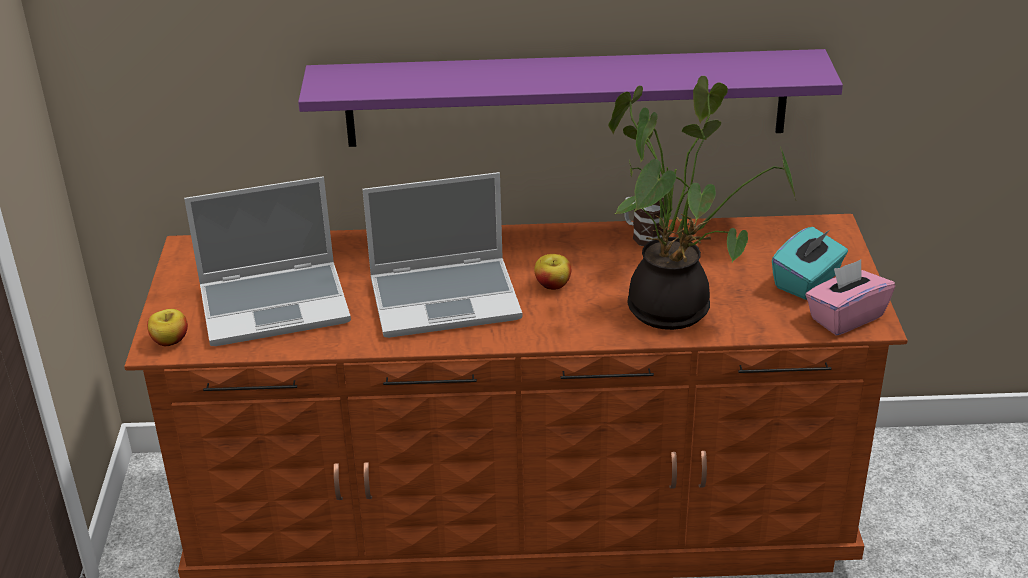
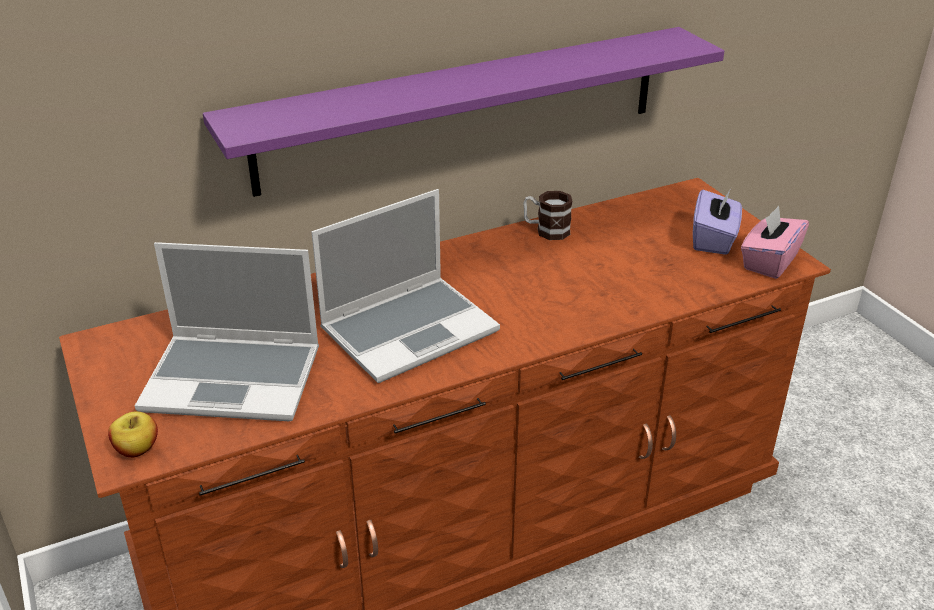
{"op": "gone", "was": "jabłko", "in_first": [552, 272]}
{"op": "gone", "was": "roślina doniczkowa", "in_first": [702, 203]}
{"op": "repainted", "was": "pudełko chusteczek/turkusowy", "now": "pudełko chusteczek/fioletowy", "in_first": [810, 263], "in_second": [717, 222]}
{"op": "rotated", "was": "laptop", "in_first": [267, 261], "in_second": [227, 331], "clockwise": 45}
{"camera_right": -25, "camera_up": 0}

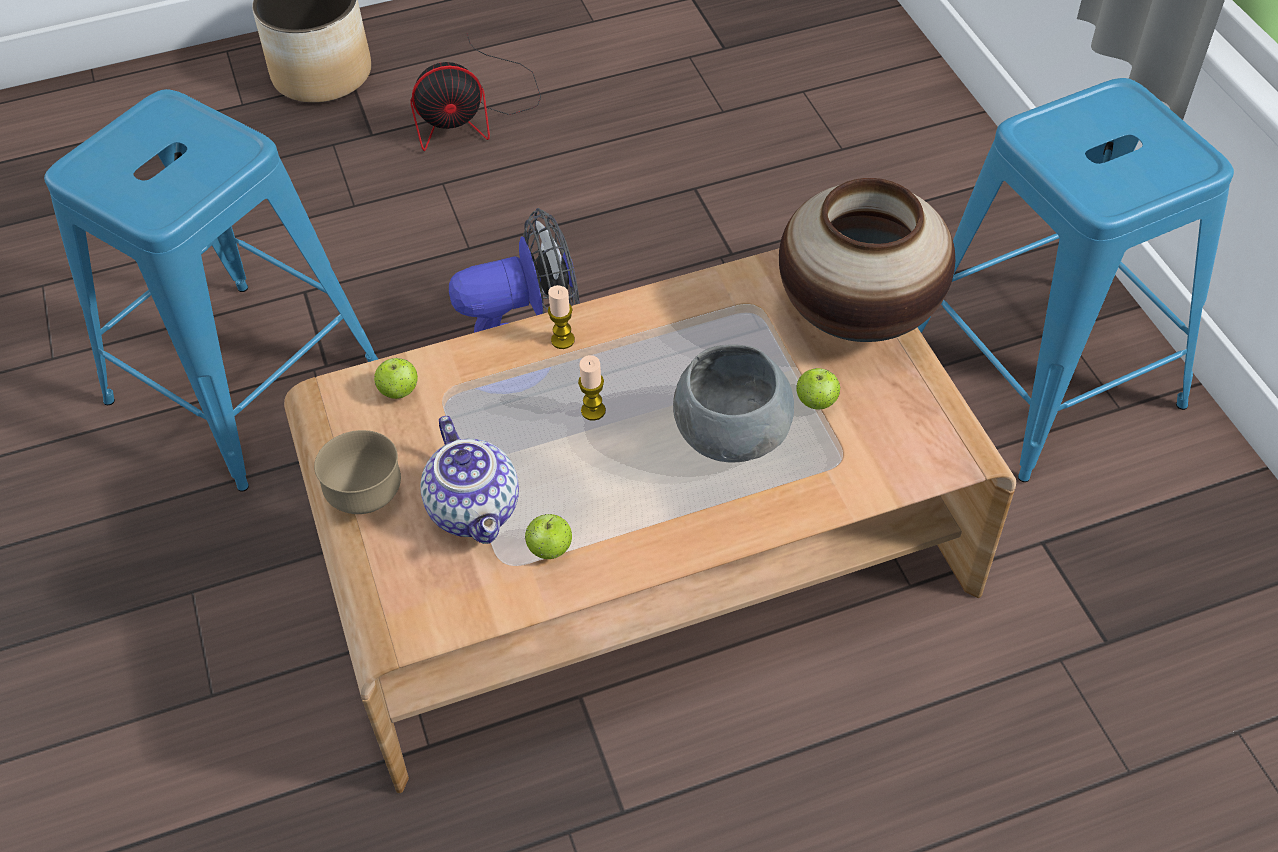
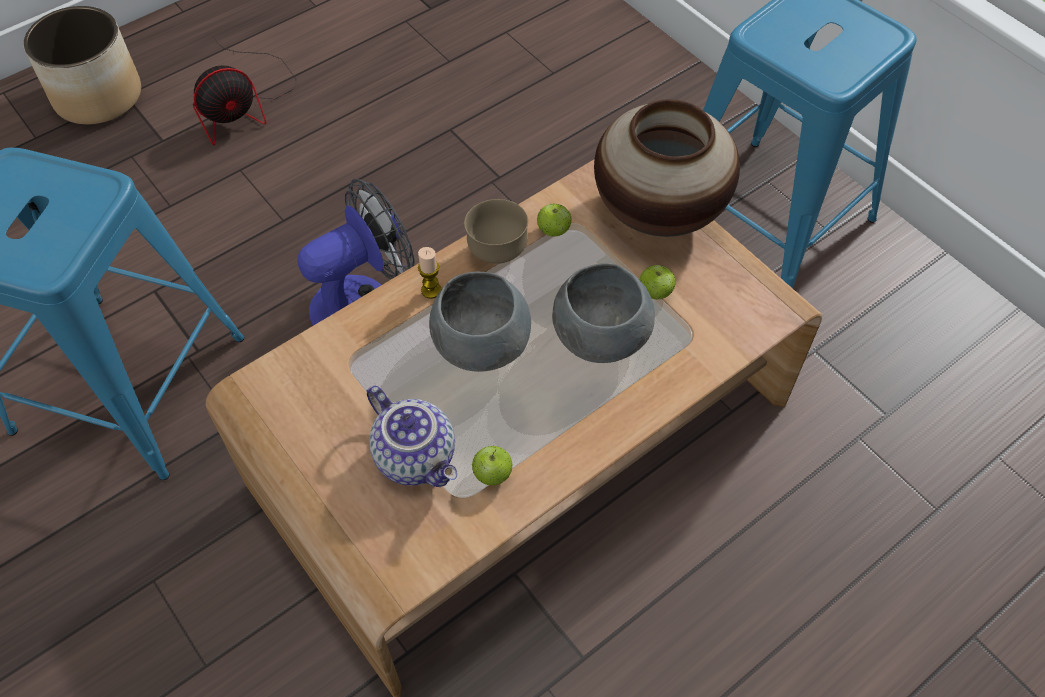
{"op": "shifted", "was": "miska/brązowy", "in_first": [357, 472], "in_second": [496, 231]}
{"op": "shifted", "was": "jabłko", "in_first": [396, 378], "in_second": [554, 220]}
{"op": "swapped", "was": "świeca", "now": "miska/szary", "in_first": [592, 388], "in_second": [480, 322]}
{"camera_right": -20, "camera_up": 5}

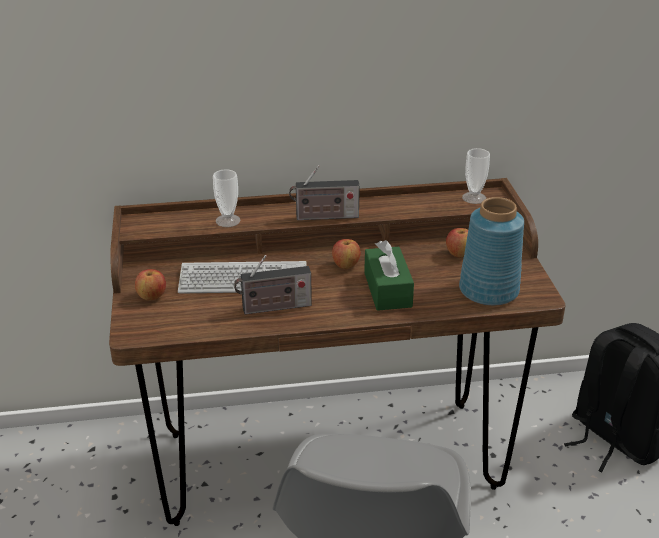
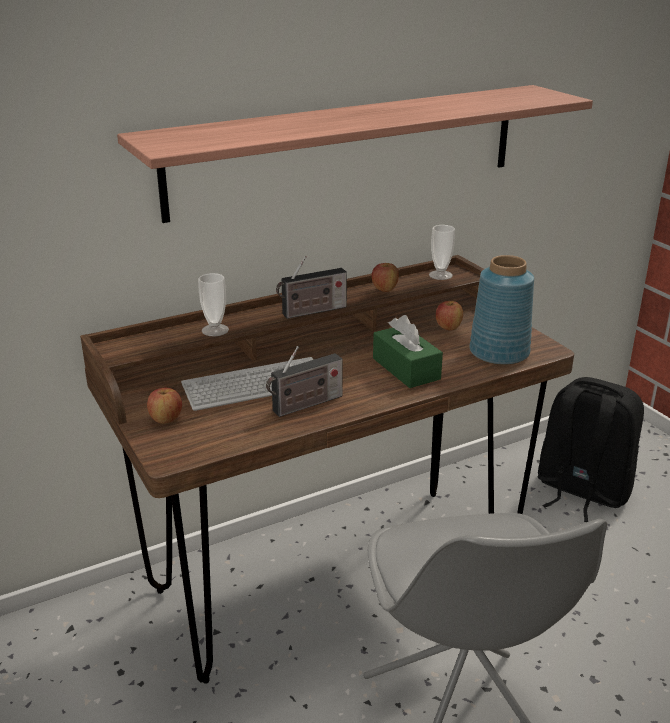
{"op": "new", "now": "półka", "in_second": [355, 154]}
{"op": "shifted", "was": "jabłko", "in_first": [346, 254], "in_second": [385, 277]}
{"camera_right": -20, "camera_up": -5}

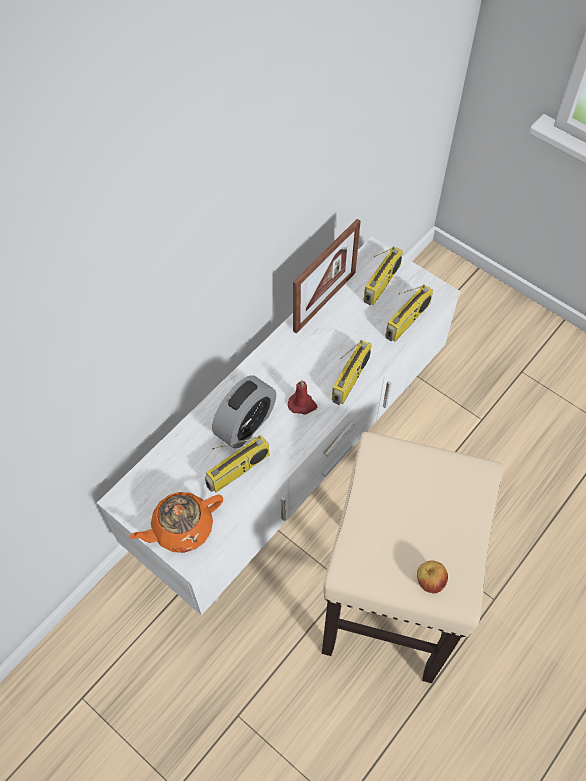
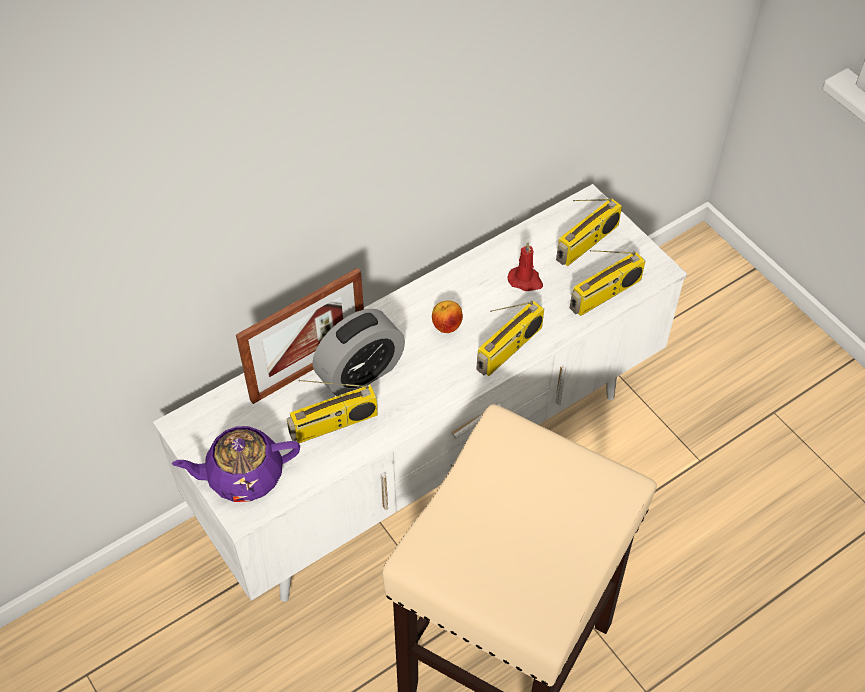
{"op": "shifted", "was": "świeca/czerwony", "in_first": [302, 397], "in_second": [525, 266]}
{"op": "shifted", "was": "ramka na zdjęcie", "in_first": [327, 276], "in_second": [300, 336]}
{"op": "shifted", "was": "jabłko", "in_first": [432, 576], "in_second": [447, 316]}
{"op": "repainted", "was": "imbryk/pomarańczowy", "now": "imbryk/fioletowy", "in_first": [176, 522], "in_second": [236, 464]}
{"camera_right": 15, "camera_up": -5}

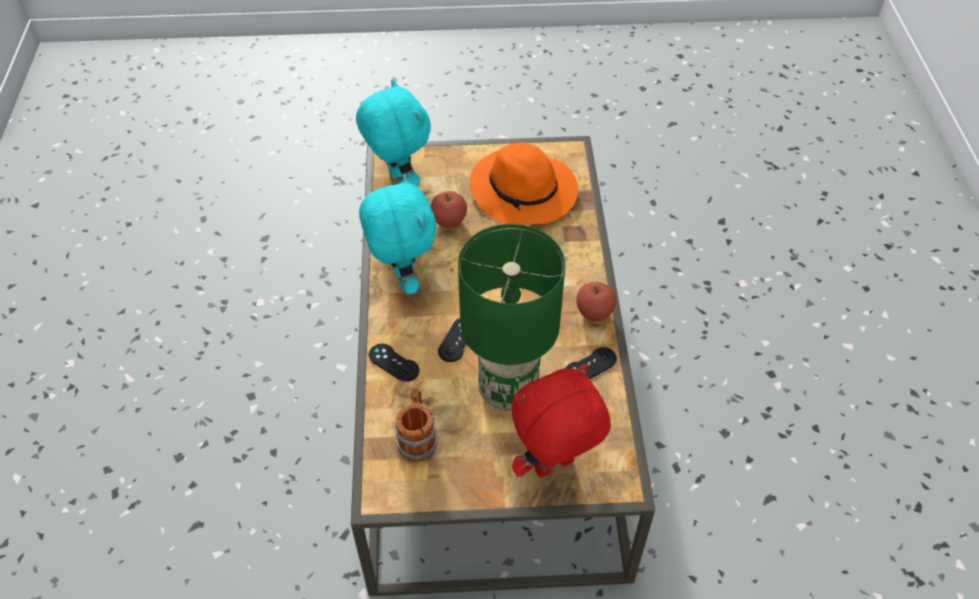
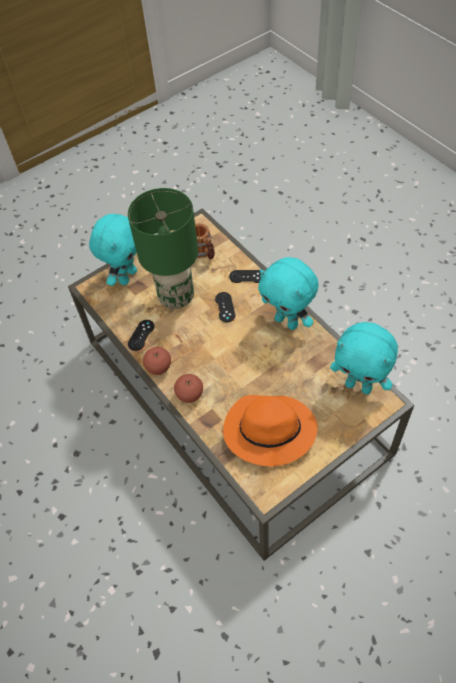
{"op": "shifted", "was": "jabłko", "in_first": [449, 209], "in_second": [188, 388]}
{"op": "repainted", "was": "pluszak/czerwony", "now": "pluszak/turkusowy", "in_first": [561, 421], "in_second": [113, 250]}
{"camera_right": 150, "camera_up": 5}

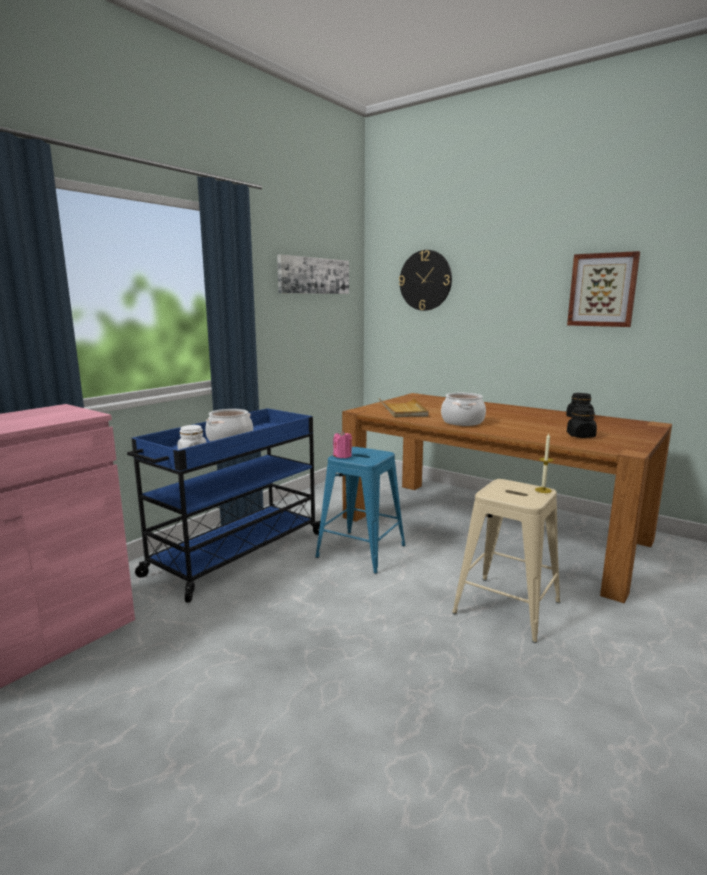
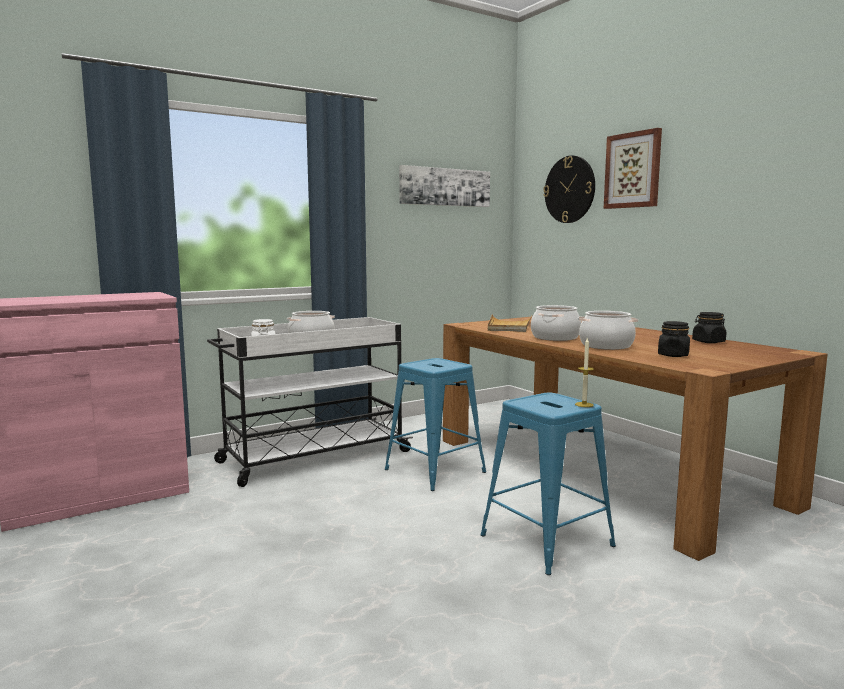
{"op": "gone", "was": "świeca/różowy", "in_first": [342, 444]}
{"op": "new", "now": "garnek", "in_second": [608, 330]}
{"op": "shifted", "was": "obraz", "in_first": [603, 289], "in_second": [633, 168]}
{"op": "repainted", "was": "wózek/niebieski", "now": "wózek/biały", "in_first": [224, 505], "in_second": [310, 402]}
{"op": "repainted", "was": "stołek/beżowy", "now": "stołek/niebieski", "in_first": [506, 561], "in_second": [548, 483]}
{"camera_right": 20, "camera_up": -5}

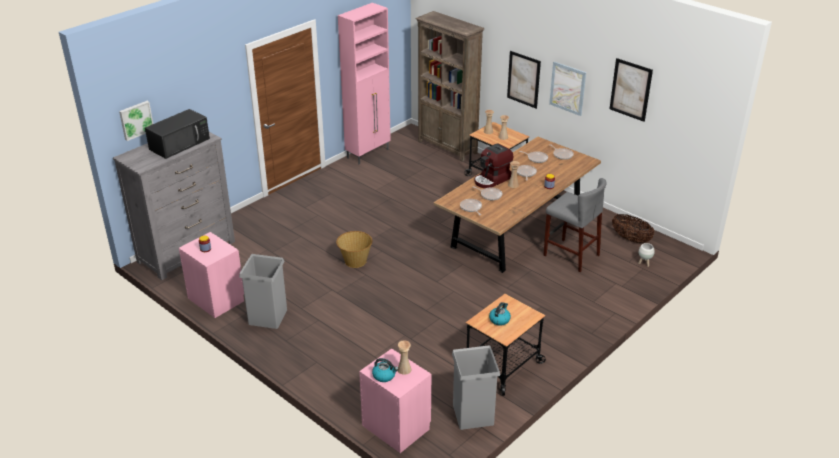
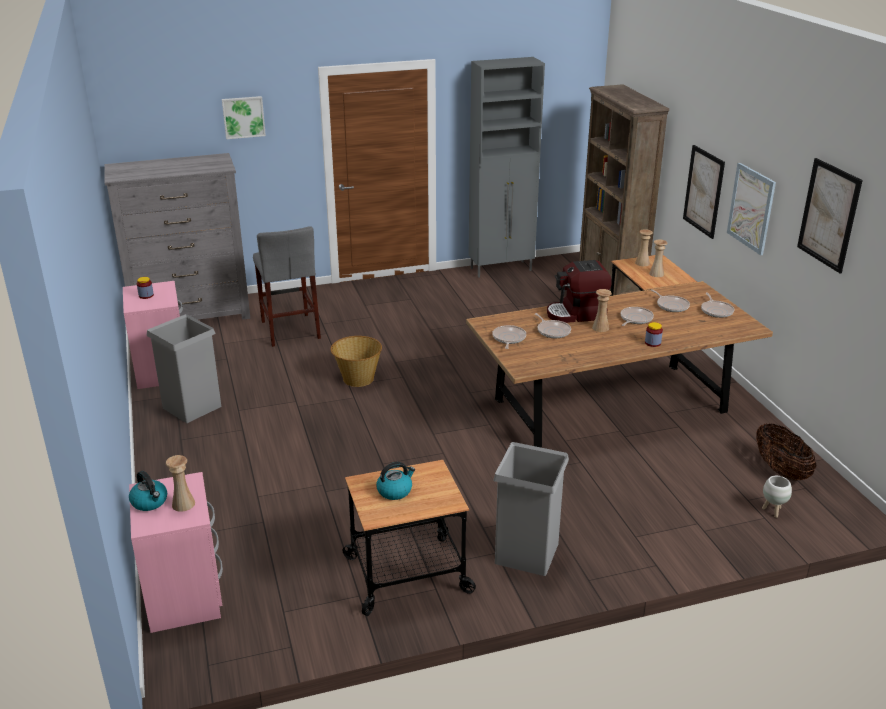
{"op": "gone", "was": "mikrofalówka/czarny", "in_first": [177, 134]}
{"op": "shifted", "was": "obraz", "in_first": [136, 121], "in_second": [244, 117]}
{"op": "shifted", "was": "kosz na śmieci/szary", "in_first": [476, 387], "in_second": [531, 509]}
{"op": "shifted", "was": "stołek/szary", "in_first": [575, 225], "in_second": [287, 286]}
{"op": "repainted", "was": "szafka/różowy", "now": "szafka/szary", "in_first": [364, 83], "in_second": [507, 167]}
{"camera_right": 30, "camera_up": -5}

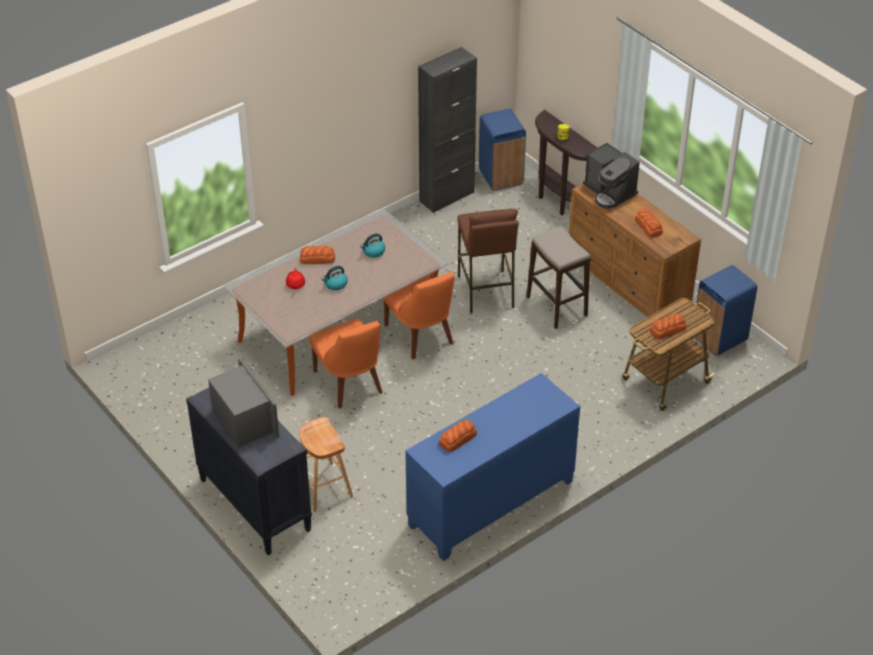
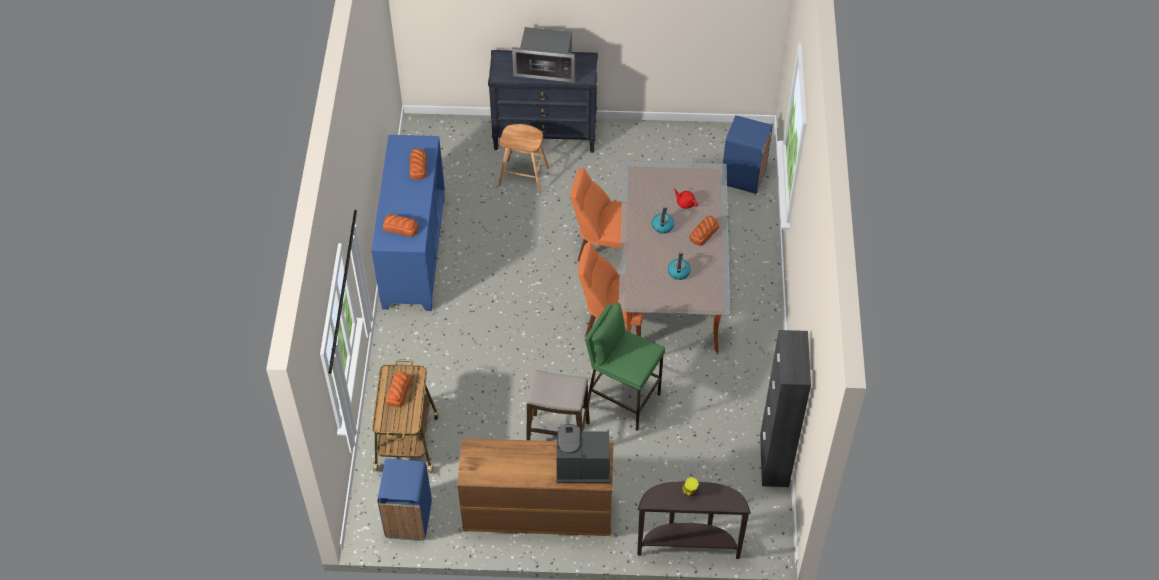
{"op": "shifted", "was": "kosz na śmieci/niebieski", "in_first": [502, 150], "in_second": [748, 154]}
{"op": "shifted", "was": "chleb", "in_first": [649, 223], "in_second": [401, 225]}
{"op": "repainted", "was": "stołek/brązowy", "now": "stołek/zielony", "in_first": [488, 261], "in_second": [625, 366]}
{"camera_right": 130, "camera_up": 10}

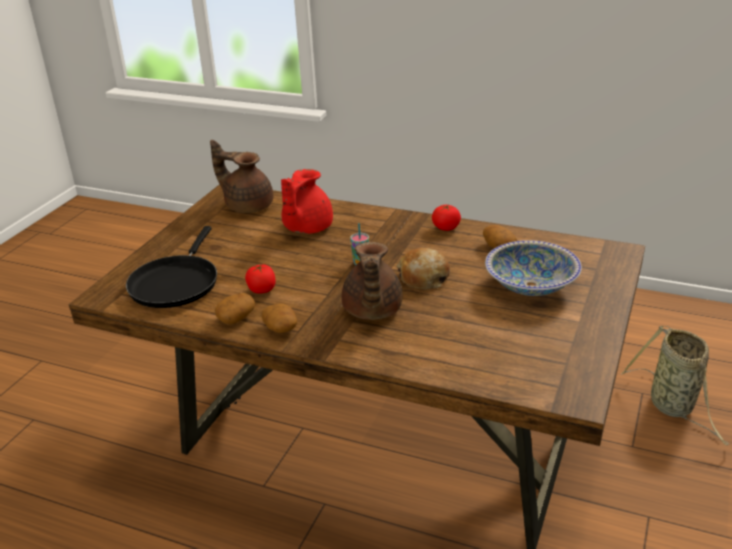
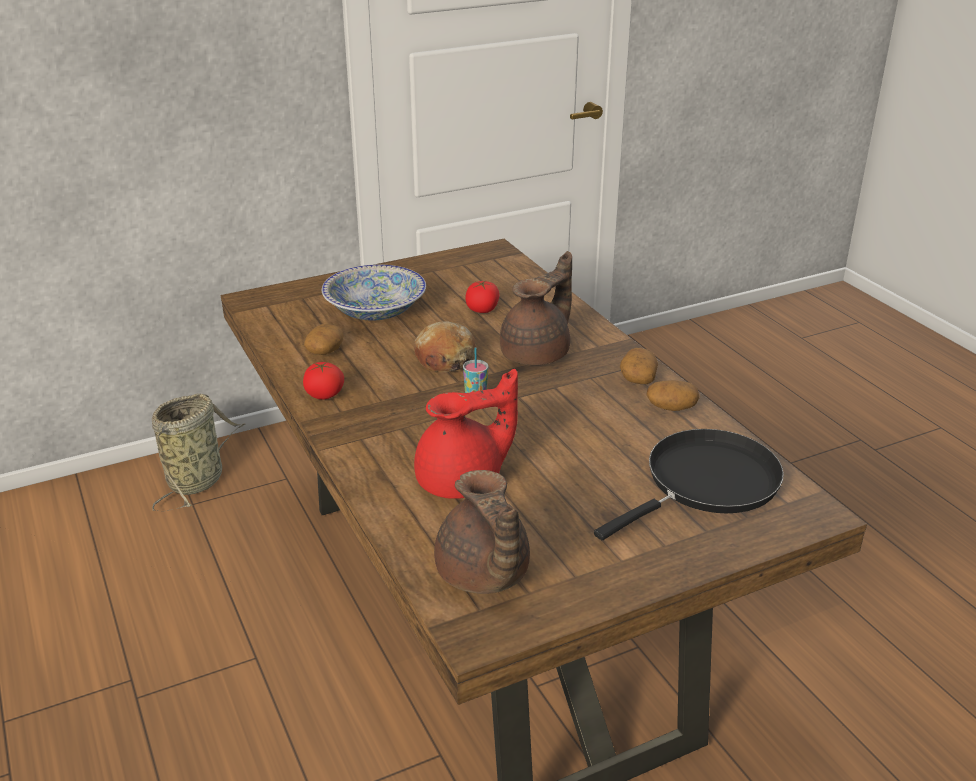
{"op": "shifted", "was": "pomidor", "in_first": [260, 278], "in_second": [482, 297]}
{"camera_right": -140, "camera_up": 0}

